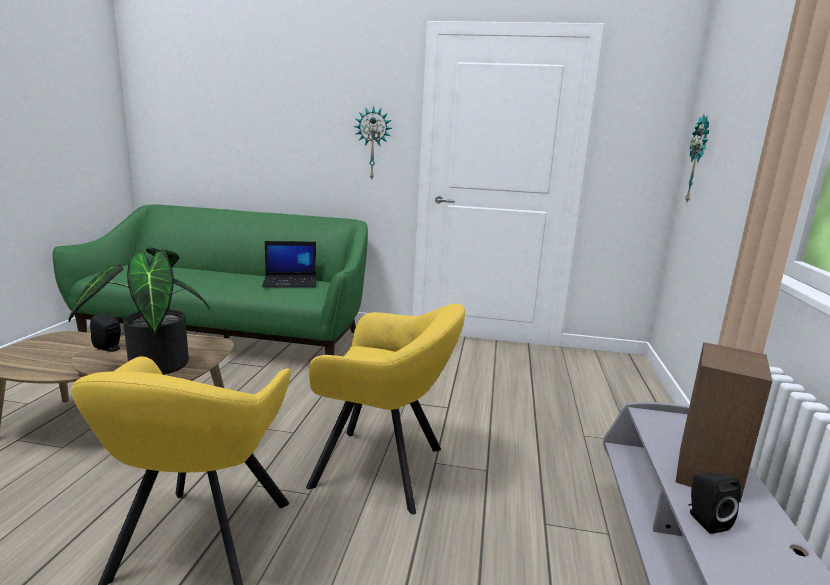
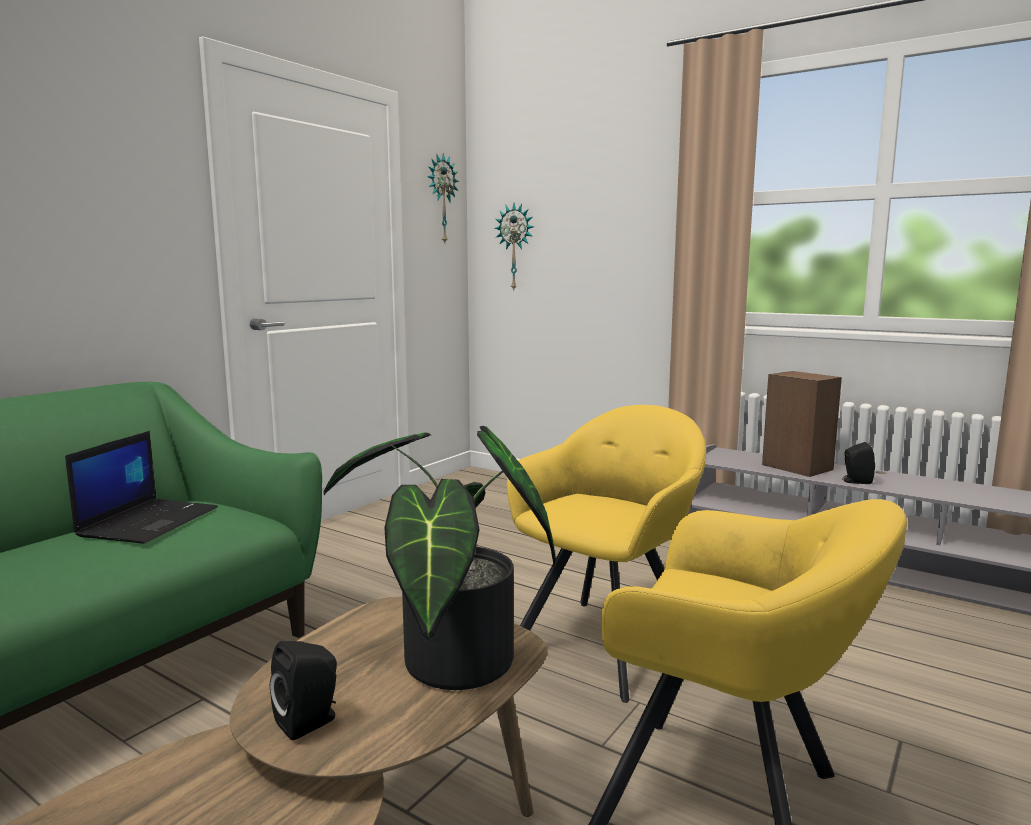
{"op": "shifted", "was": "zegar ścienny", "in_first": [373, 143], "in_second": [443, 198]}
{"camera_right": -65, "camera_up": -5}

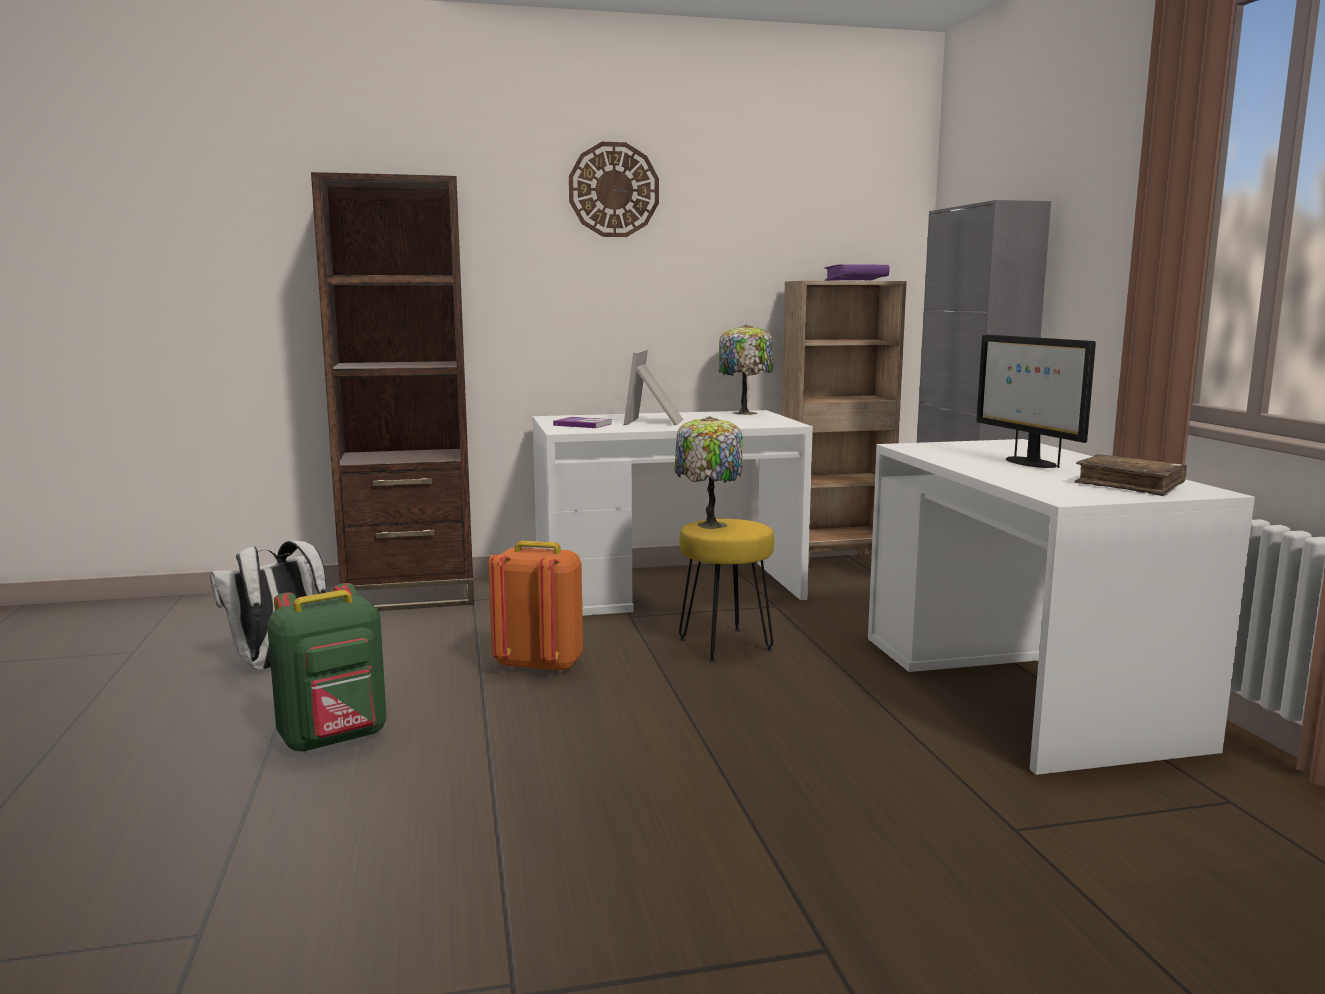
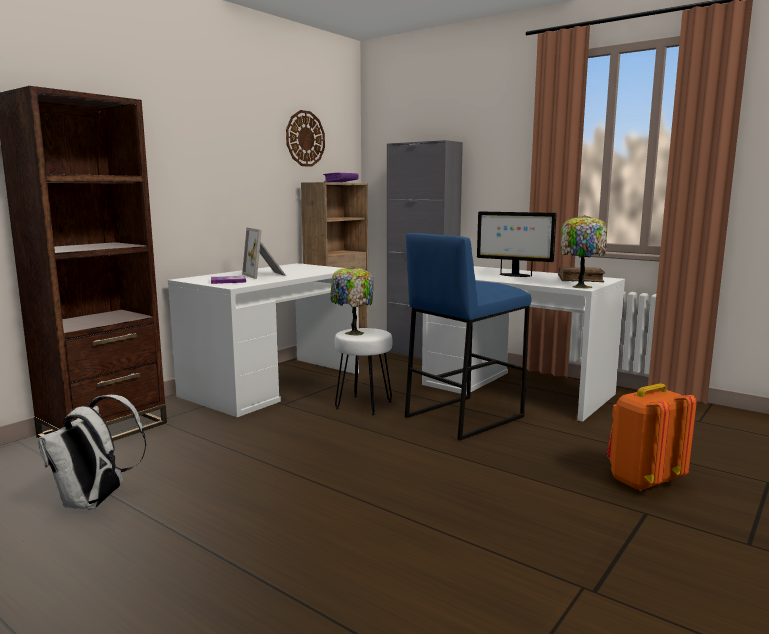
{"op": "gone", "was": "plecak/zielony", "in_first": [327, 668]}
{"op": "new", "now": "stołek/niebieski", "in_second": [468, 337]}
{"op": "shifted", "was": "plecak/pomarańczowy", "in_first": [536, 607], "in_second": [652, 437]}
{"op": "shifted", "was": "zegar ścienny", "in_first": [614, 189], "in_second": [305, 138]}
{"op": "shifted", "was": "lampa stołowa", "in_first": [746, 370], "in_second": [583, 252]}
{"op": "repainted", "was": "stołek/żółty", "now": "stołek/biały", "in_first": [726, 590], "in_second": [363, 371]}
{"camera_right": -40, "camera_up": 0}

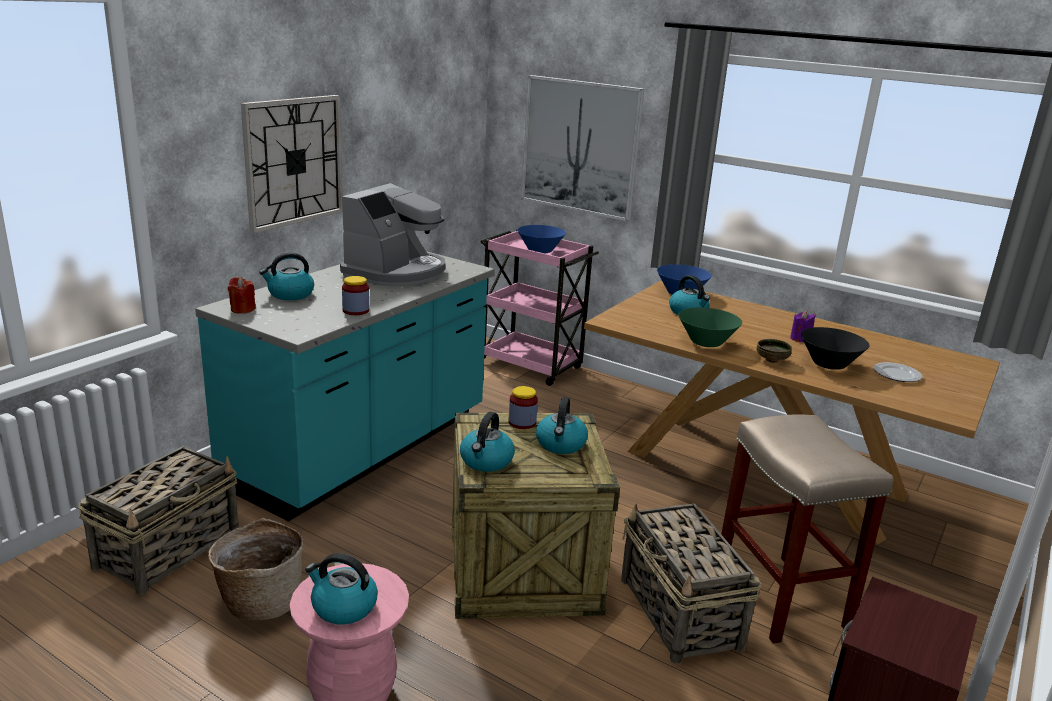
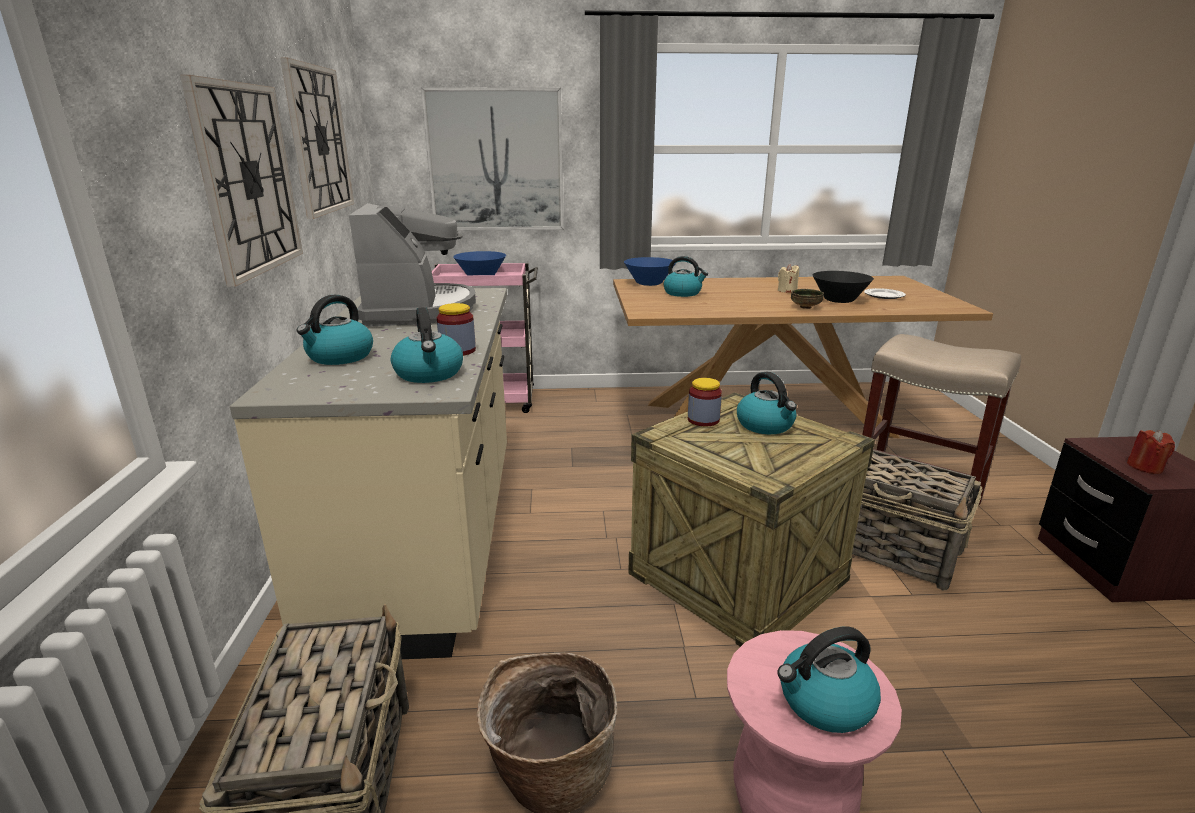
{"op": "gone", "was": "miska/zielony", "in_first": [710, 327]}
{"op": "new", "now": "zegar ścienny", "in_second": [317, 138]}
{"op": "shifted", "was": "świeca/czerwony", "in_first": [242, 295], "in_second": [1151, 452]}
{"op": "shifted", "was": "czajnik", "in_first": [487, 442], "in_second": [427, 345]}
{"op": "repainted", "was": "zabudowa kuchenna/turkusowy", "now": "zabudowa kuchenna/beżowy", "in_first": [345, 386], "in_second": [368, 473]}
{"op": "repainted", "was": "świeca/fioletowy", "now": "świeca/beżowy", "in_first": [803, 326], "in_second": [788, 278]}
{"camera_right": -35, "camera_up": 0}

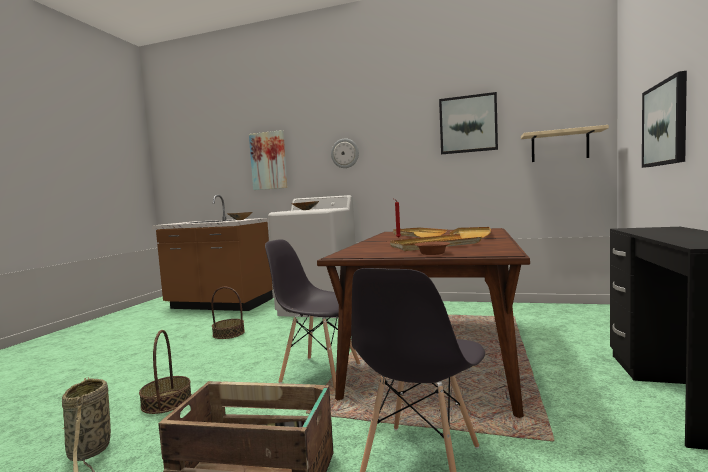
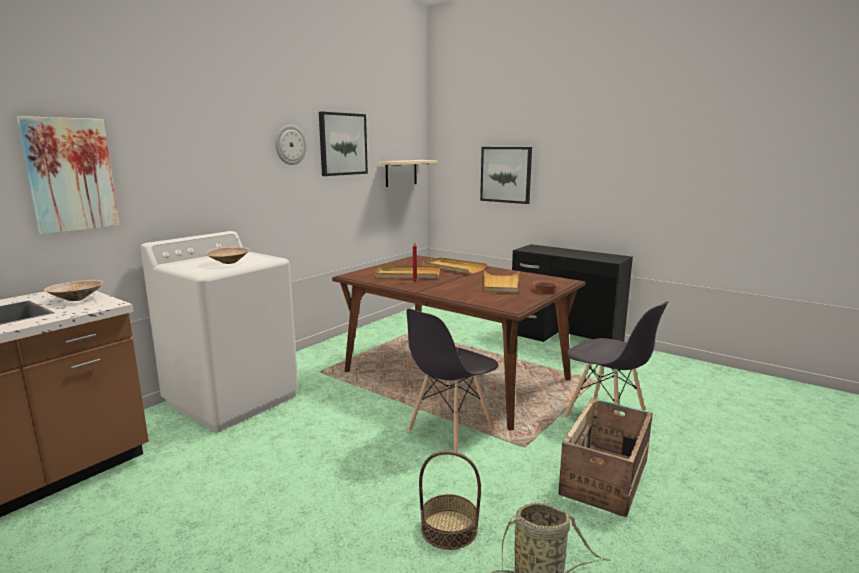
{"op": "gone", "was": "koszyk", "in_first": [228, 313]}
{"op": "shifted", "was": "zegar ścienny", "in_first": [345, 153], "in_second": [291, 145]}
{"camera_right": -70, "camera_up": 10}

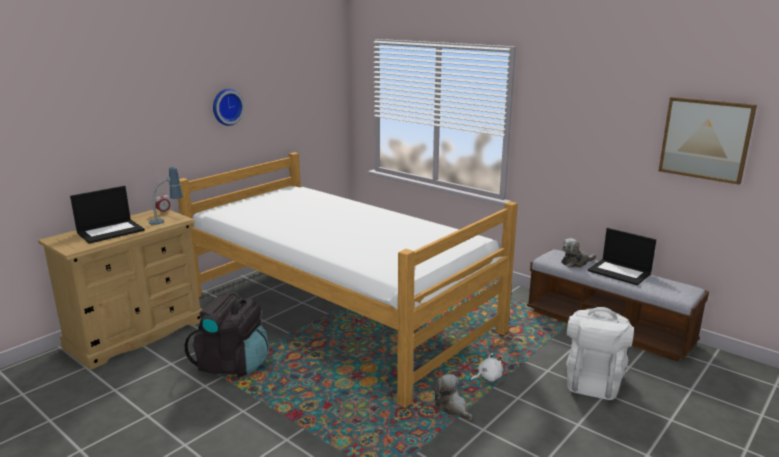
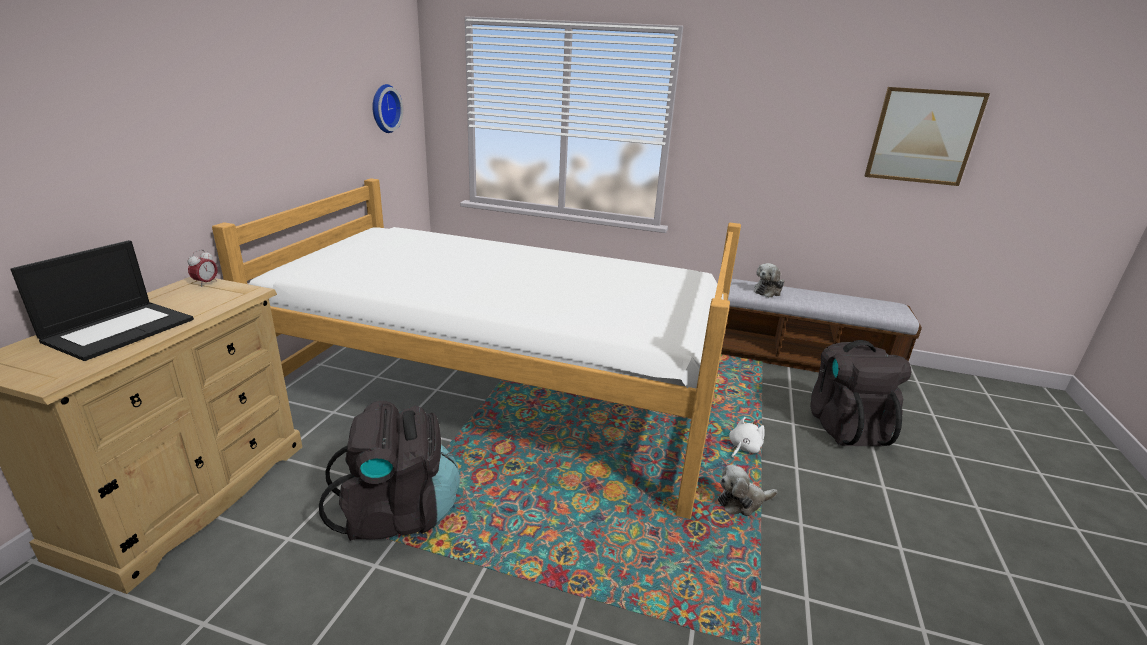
{"op": "gone", "was": "lampa stołowa", "in_first": [166, 195]}
{"op": "gone", "was": "laptop", "in_first": [622, 256]}
{"op": "shifted", "was": "zegar ścienny", "in_first": [229, 107], "in_second": [387, 108]}
{"op": "repainted", "was": "plecak/biały", "now": "plecak/czarny", "in_first": [600, 353], "in_second": [860, 393]}
{"op": "rotated", "was": "pluszak", "in_first": [453, 397], "in_second": [747, 490], "clockwise": -45}
{"camera_right": -25, "camera_up": 5}

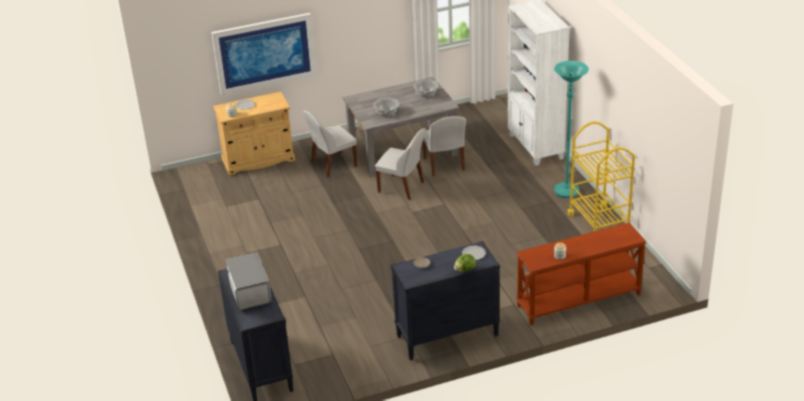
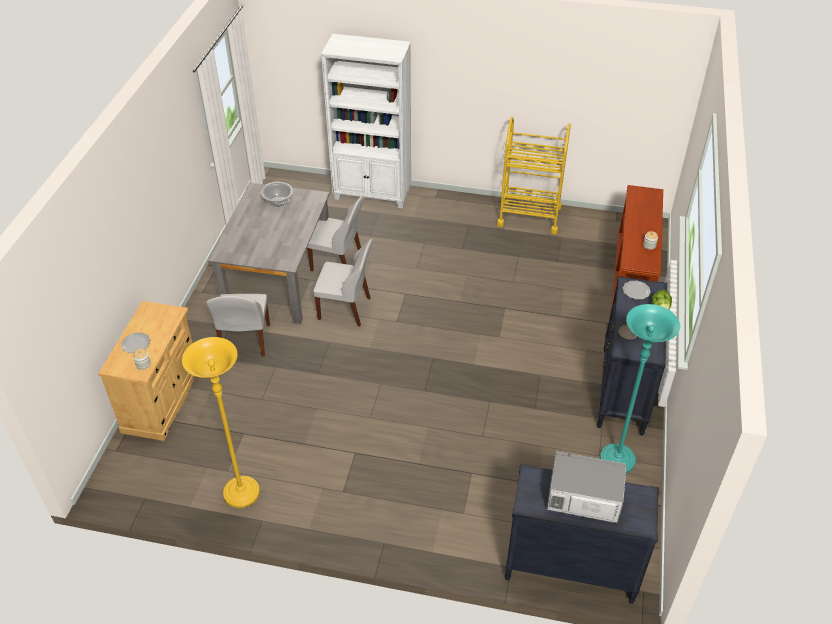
{"op": "gone", "was": "obraz", "in_first": [264, 54]}
{"op": "gone", "was": "garnek", "in_first": [386, 107]}
{"op": "new", "now": "lampa stojąca/żółty", "in_second": [221, 422]}
{"op": "shifted", "was": "lampa stojąca/turkusowy", "in_first": [571, 129], "in_second": [640, 388]}
{"op": "rotated", "was": "krzesło/biały", "in_first": [400, 164], "in_second": [343, 282], "clockwise": 45}
{"camera_right": -60, "camera_up": 10}

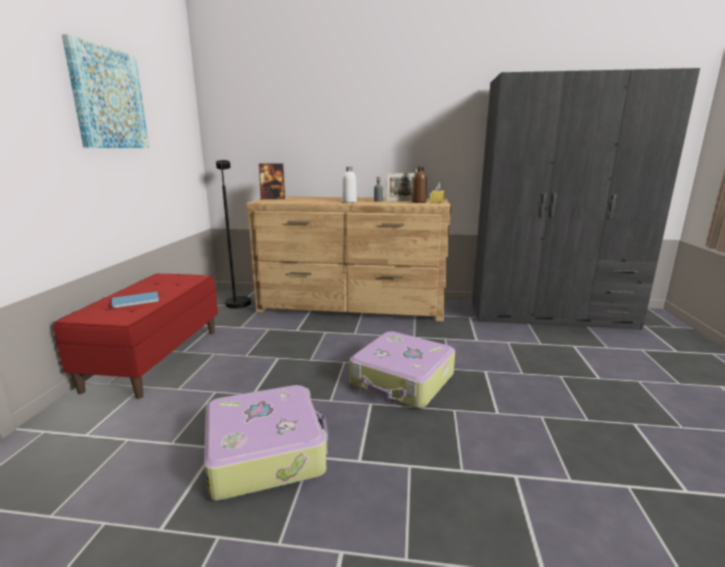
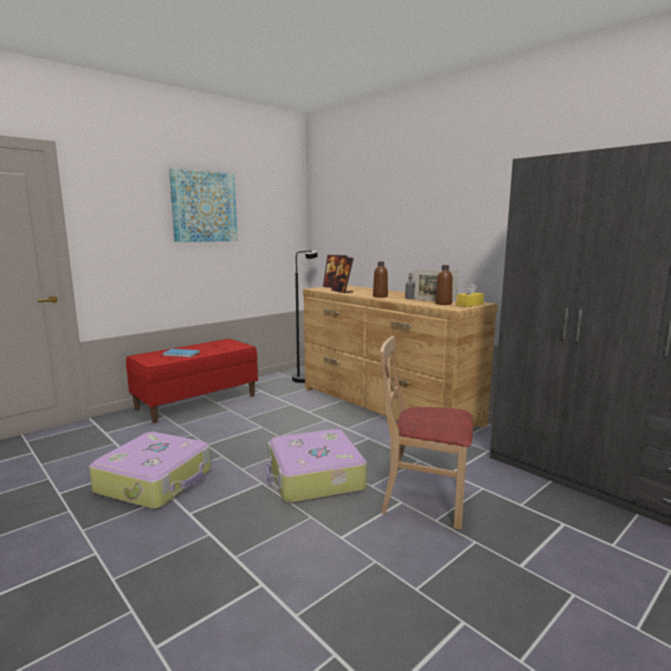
{"op": "new", "now": "ramka na zdjęcie", "in_second": [342, 275]}
{"op": "new", "now": "krzesło/beżowy", "in_second": [426, 432]}
{"op": "repainted", "was": "butelka/biały", "now": "butelka/brązowy", "in_first": [349, 185], "in_second": [380, 279]}
{"camera_right": 40, "camera_up": -5}

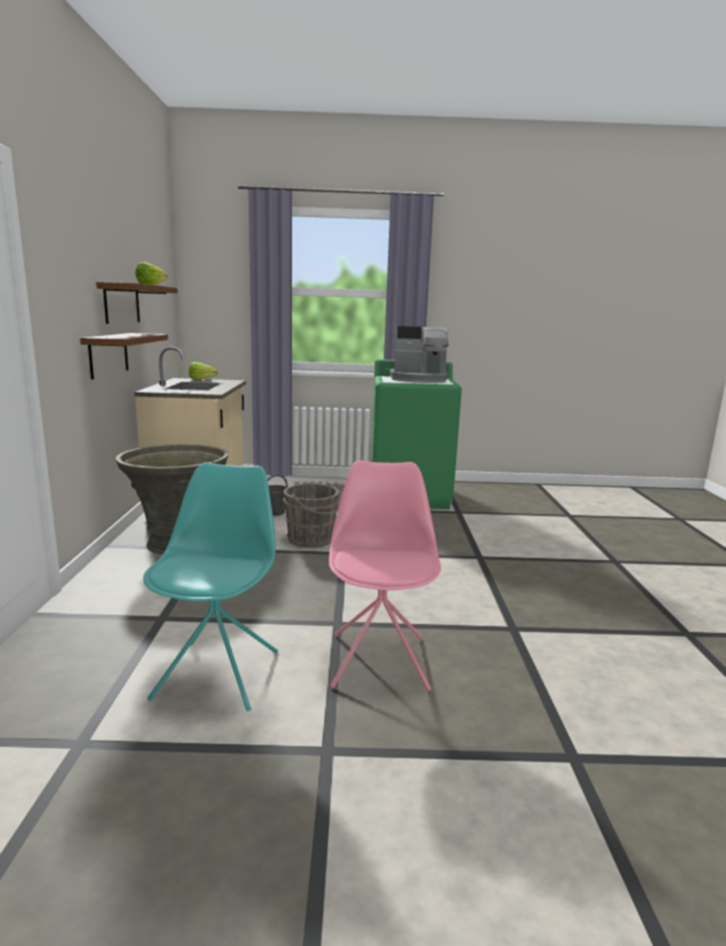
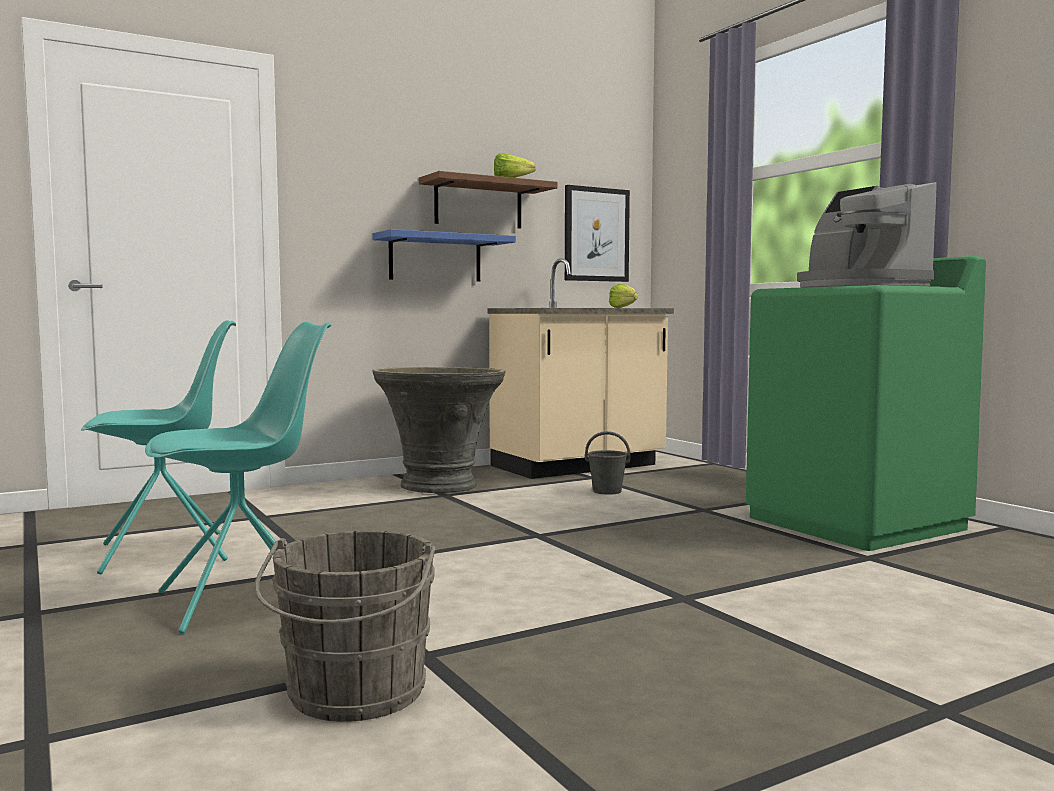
{"op": "new", "now": "obraz", "in_second": [597, 233]}
{"op": "shifted", "was": "wiadro/szary", "in_first": [312, 515], "in_second": [345, 626]}
{"op": "repainted", "was": "półka/brązowy", "now": "półka/niebieski", "in_first": [124, 356], "in_second": [444, 255]}
{"op": "repainted", "was": "krzesło/różowy", "now": "krzesło/turkusowy", "in_first": [385, 575], "in_second": [238, 478]}
{"camera_right": 60, "camera_up": -10}

